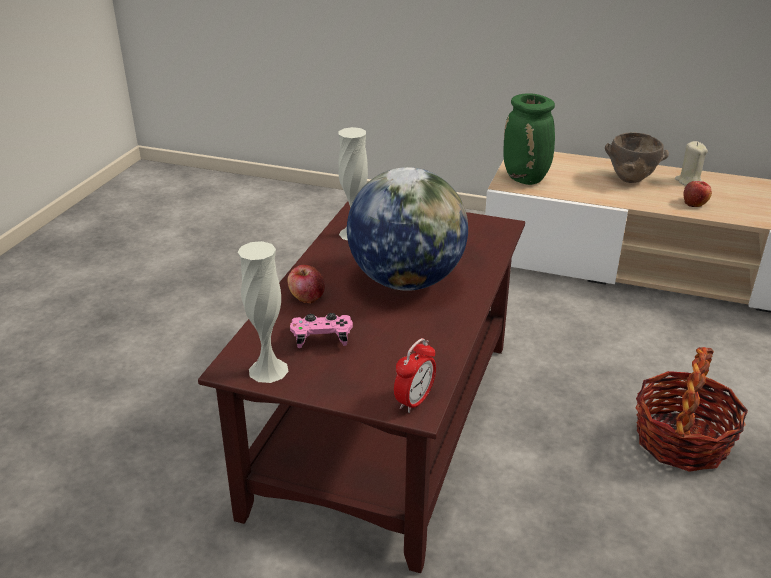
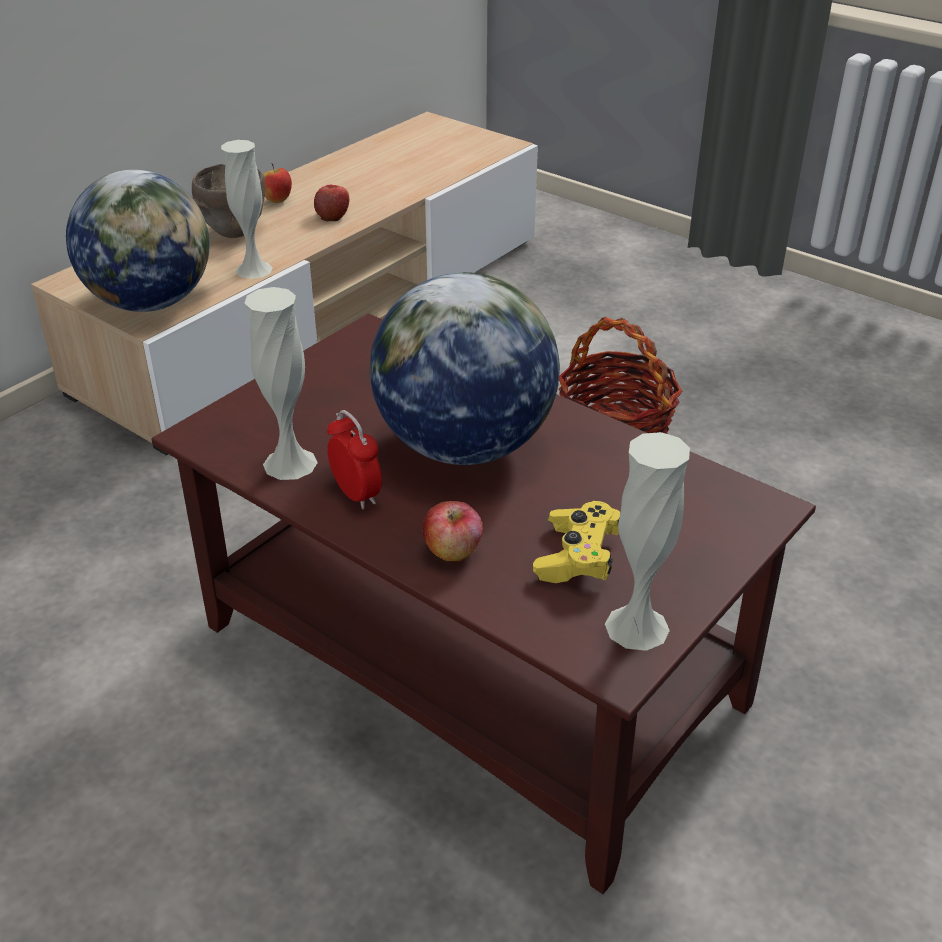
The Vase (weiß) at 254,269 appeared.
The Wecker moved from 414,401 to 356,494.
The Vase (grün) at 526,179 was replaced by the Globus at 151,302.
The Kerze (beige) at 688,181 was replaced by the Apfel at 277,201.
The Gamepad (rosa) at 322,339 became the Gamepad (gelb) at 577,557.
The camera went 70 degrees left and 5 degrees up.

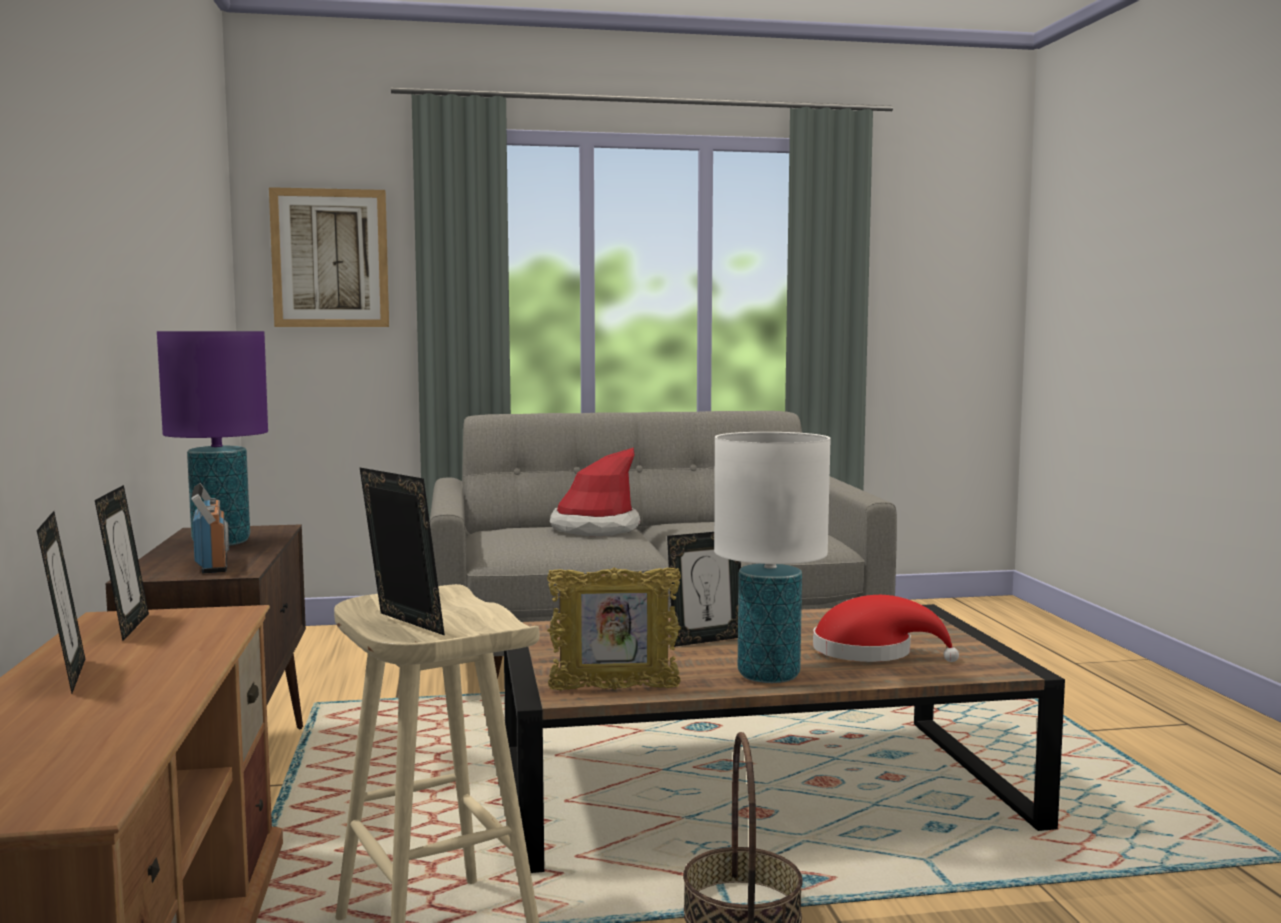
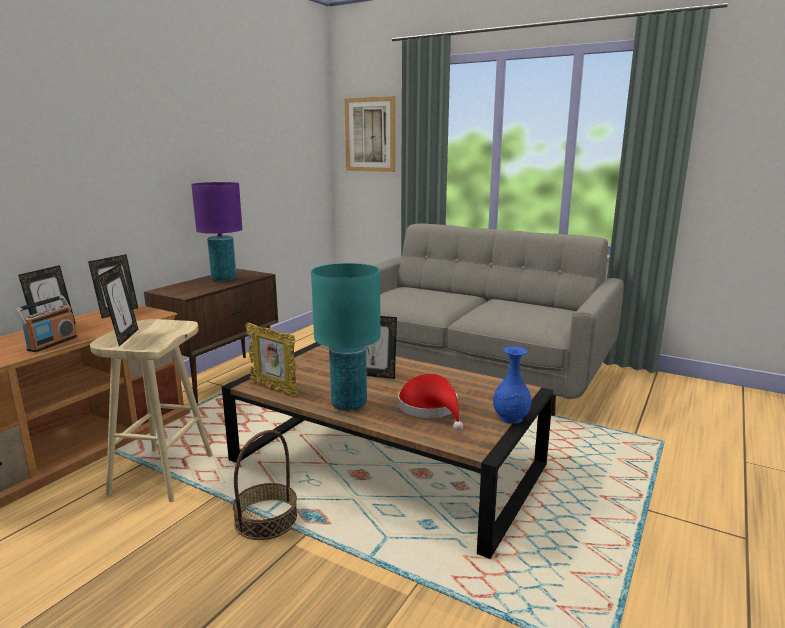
The Hut at 594,529 disappeared.
The Vase (blau) at 510,418 appeared.
The Radio moved from 213,564 to 52,343.
The Tischlampe (weiß) at 768,676 became the Tischlampe (türkis) at 348,405.
The camera went 40 degrees right and 10 degrees up.

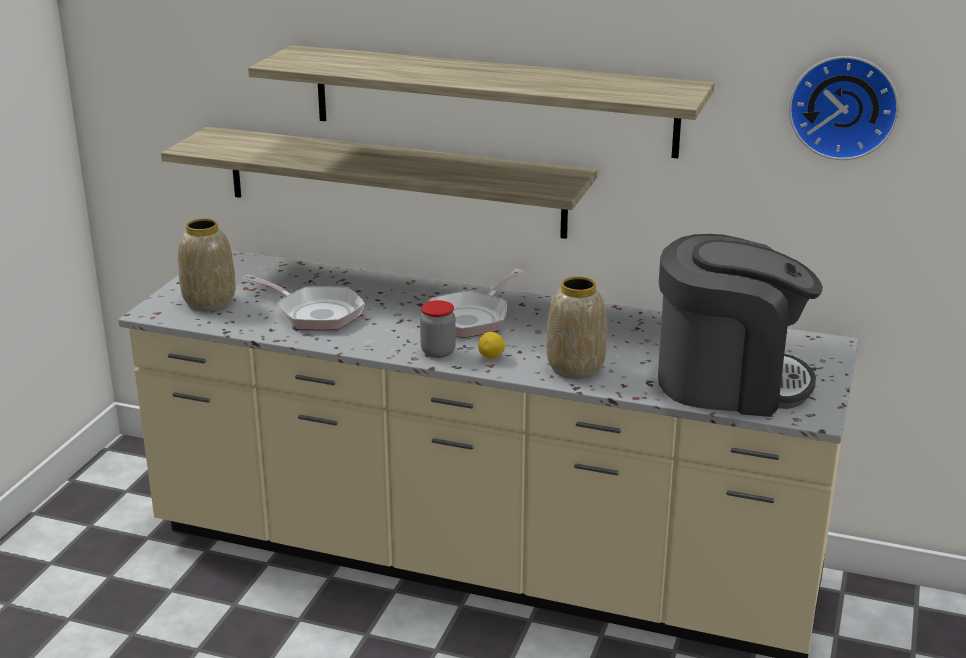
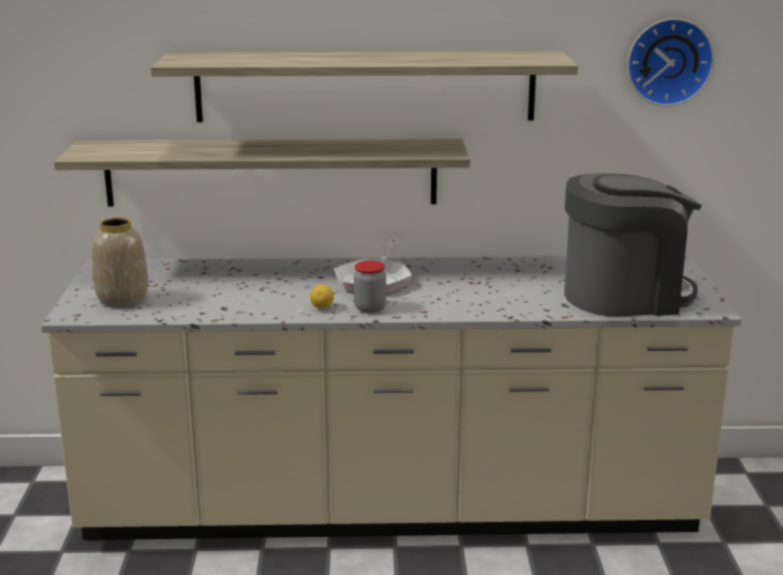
The Pfanne at 315,313 disappeared.
The Vase at 574,368 disappeared.
The Zitrone moved from 491,357 to 322,308.
The camera went 20 degrees left and 5 degrees down.

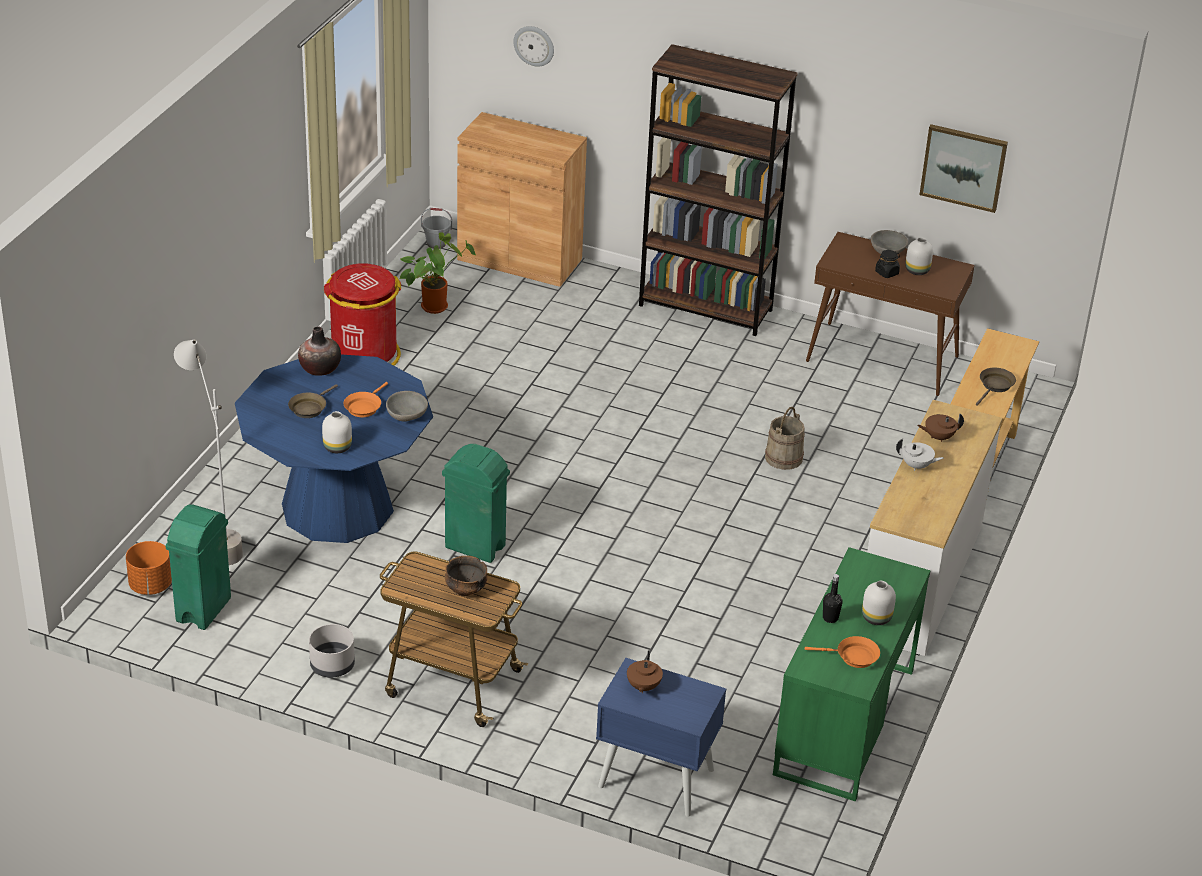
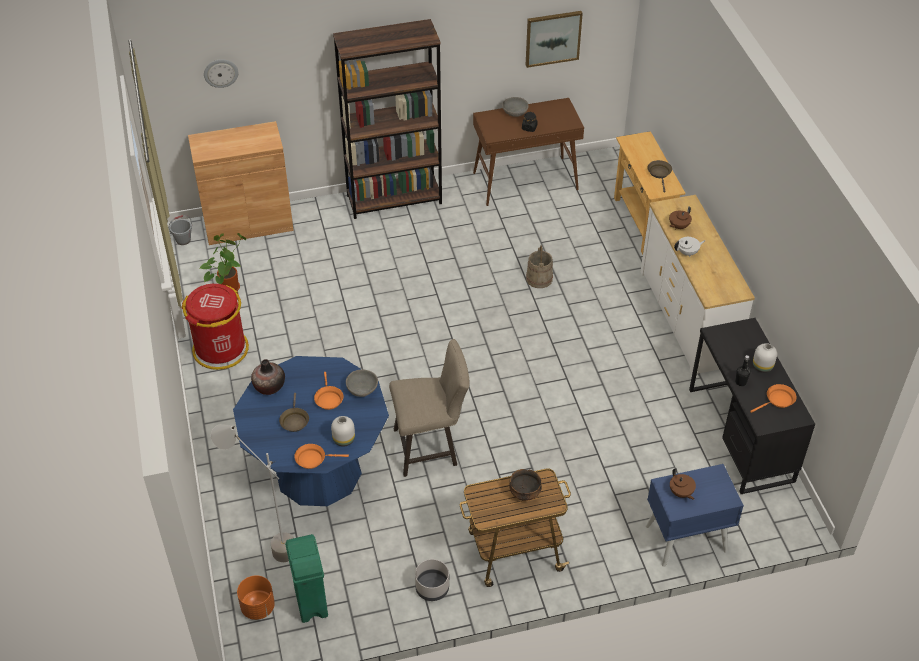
The Vase (weiß) at 917,271 disappeared.
The Pfanne (orange) at 313,459 appeared.
The Mülleimer (grün) at 475,547 was replaced by the Hocker (beige) at 431,447.
The Schreibtisch (grün) at 843,722 became the Schreibtisch (schwarz) at 740,435.
The camera went 35 degrees left and 10 degrees up.

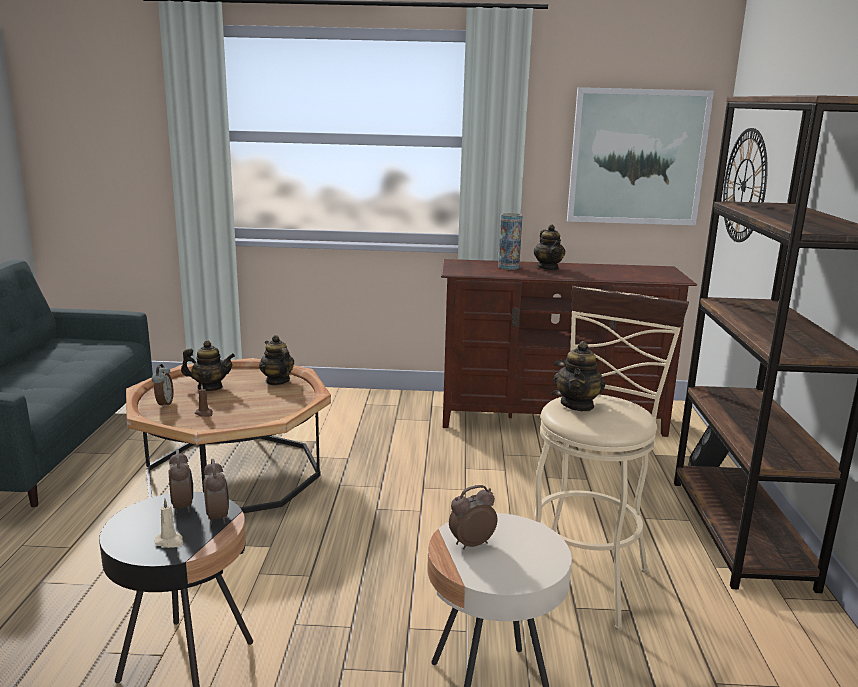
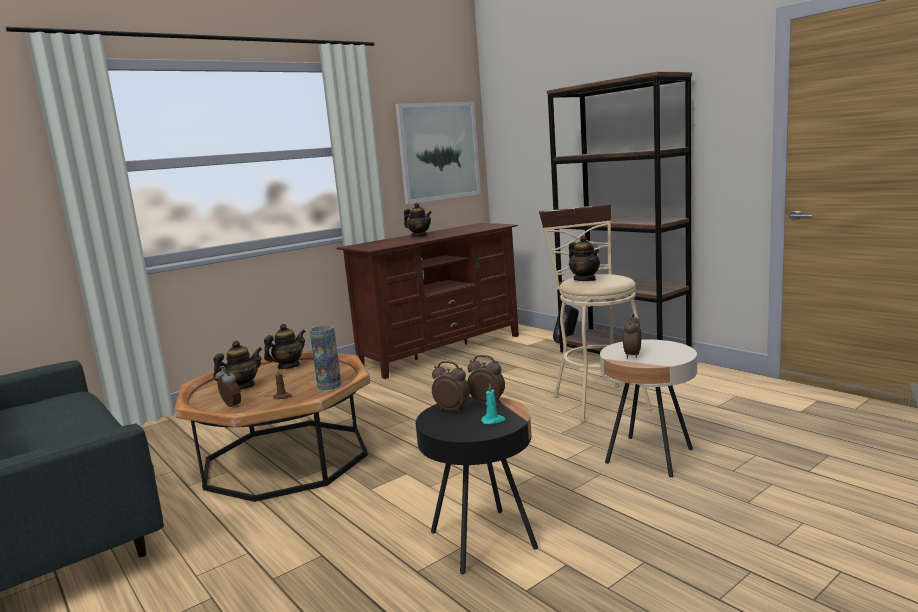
The Wanduhr at 744,186 disappeared.
The Vase moved from 508,267 to 329,385.
The Kerze (beige) at 170,542 became the Kerze (türkis) at 493,421.
The Teekanne at 277,381 turned 120 degrees clockwise.
The camera went 40 degrees left and 5 degrees down.

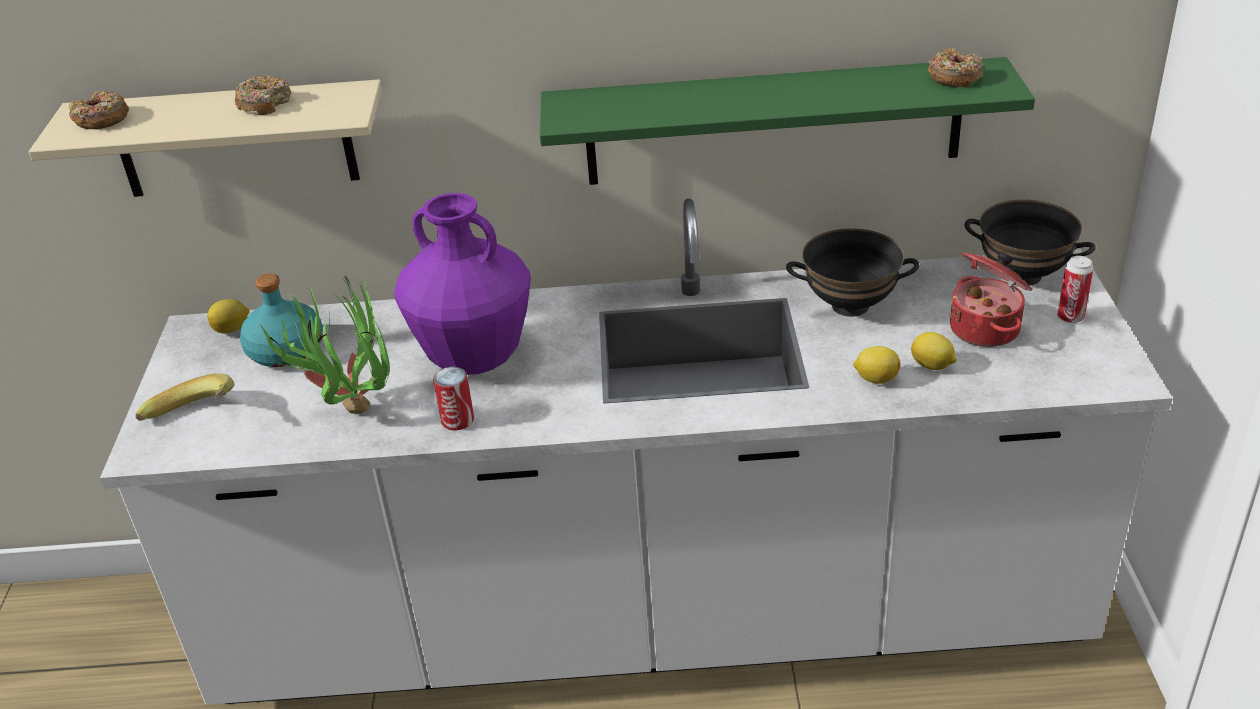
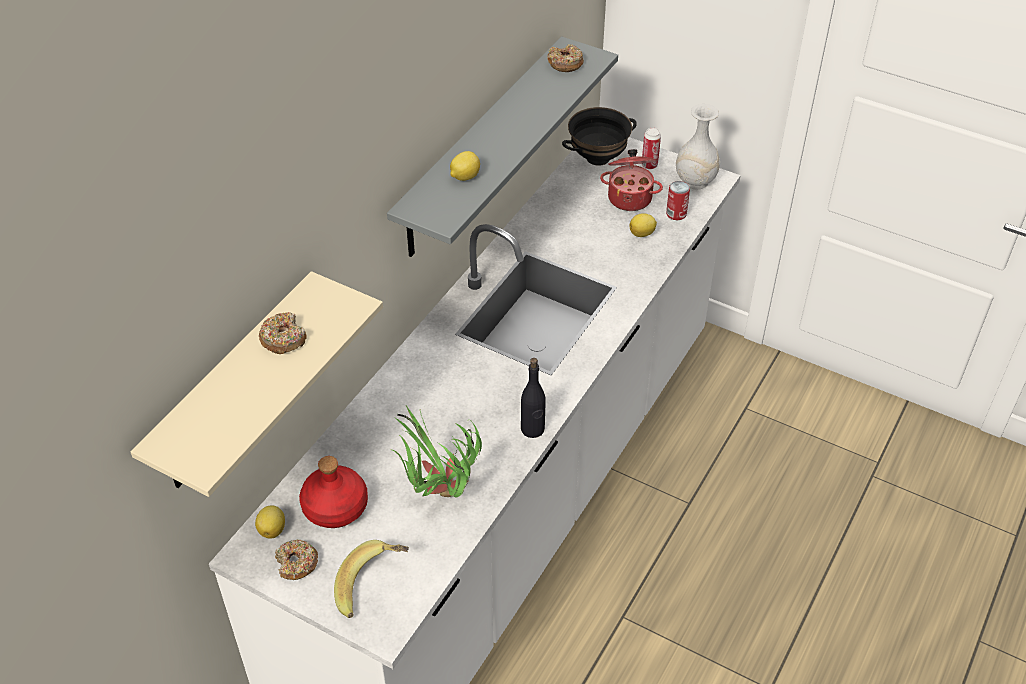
The Vase (lila) at 474,359 disappeared.
The Schüssel (schwarz) at 850,305 disappeared.
The Flasche (schwarz) at 532,429 appeared.
The Vase (weiß) at 695,181 appeared.
The Donut moved from 101,119 to 296,564.
The Dose moved from 457,420 to 676,214.
The Zitrone moved from 875,379 to 464,177.
The Flasche (türkis) at 285,351 became the Flasche (rot) at 335,508.
The Wandregal (grün) at 773,122 became the Wandregal (grau) at 481,148.
The camera went 60 degrees left and 10 degrees up.

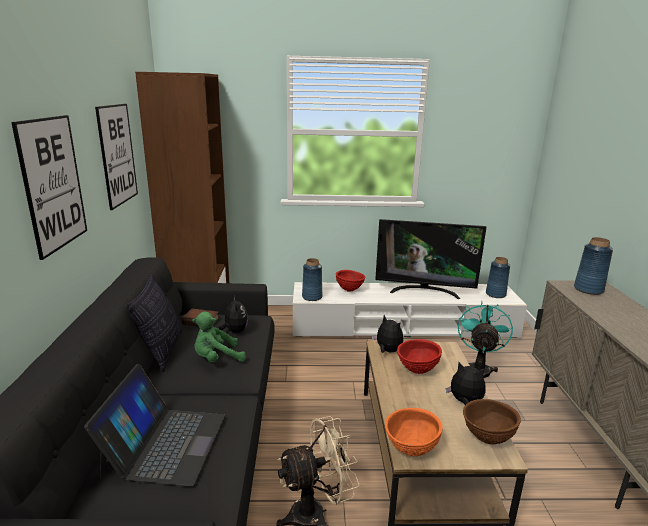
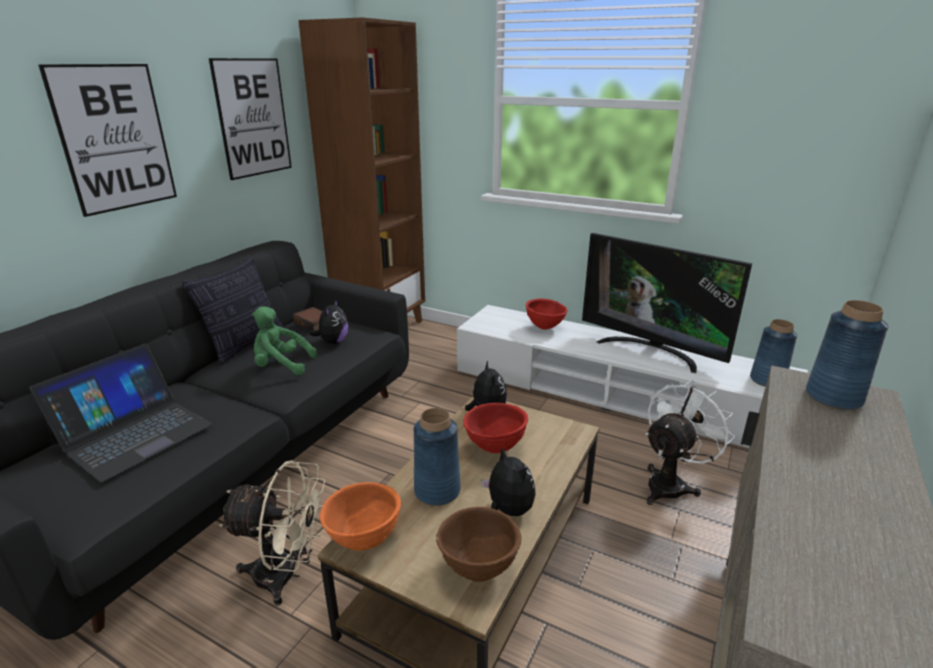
The Vase (blau) moved from 312,297 to 437,491.
The Ventilator (türkis) at 478,369 became the Ventilator (weiß) at 670,483.
The camera went 30 degrees right and 5 degrees up.

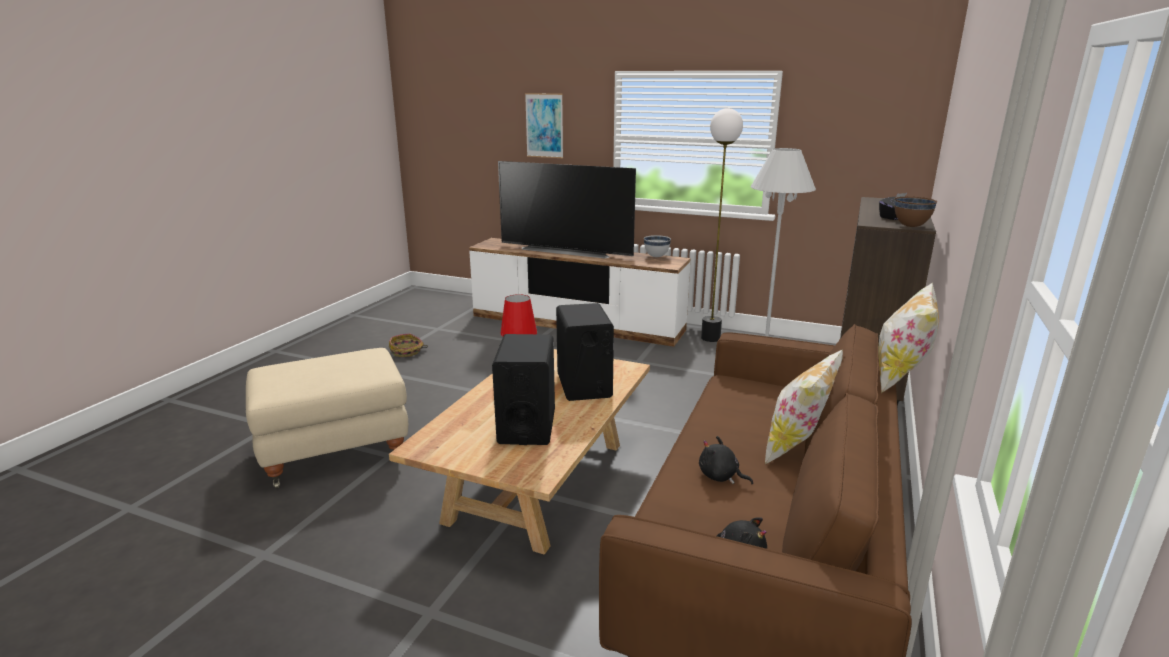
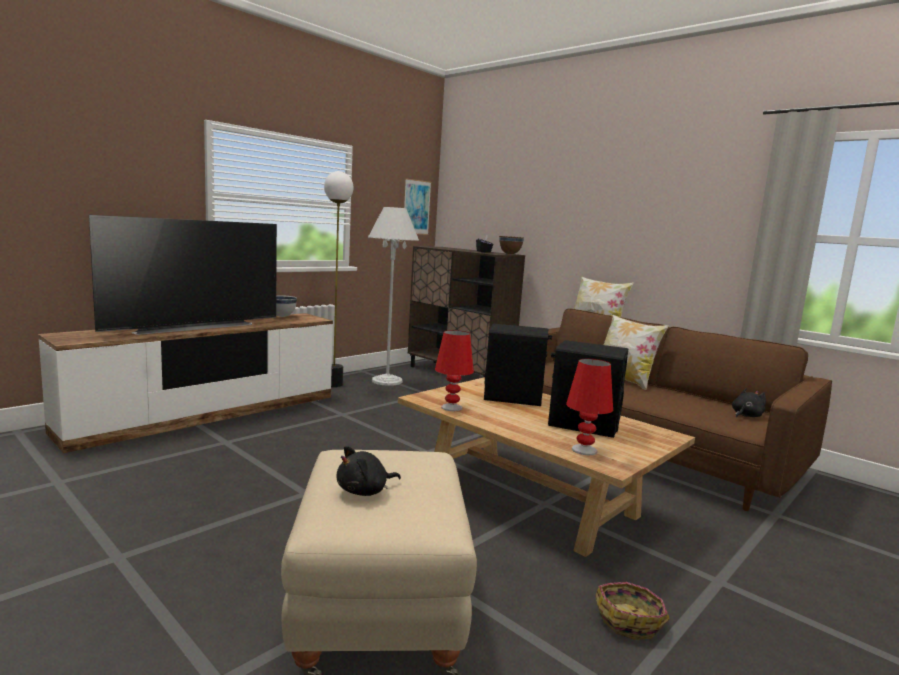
The Tischlampe (rot) at 584,450 appeared.
The Korb moved from 407,352 to 630,619.
The Bild moved from 544,125 to 416,207.
The Plüschtier (schwarz) moved from 720,476 to 365,491.
The camera went 70 degrees left and 10 degrees down.

